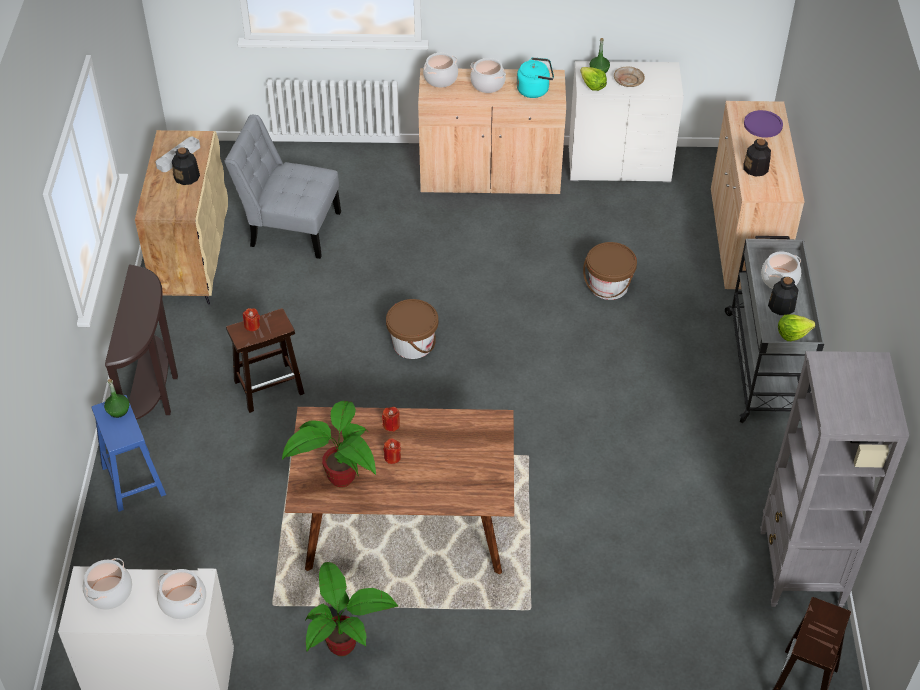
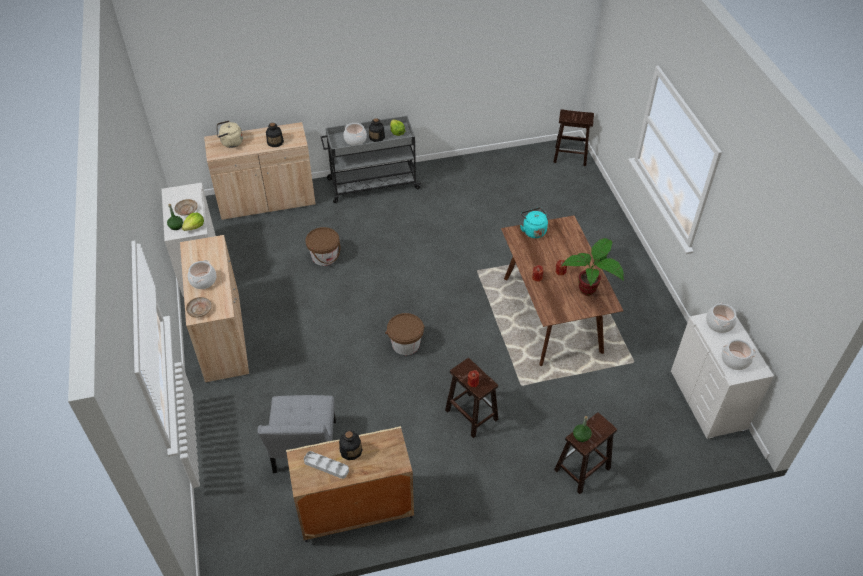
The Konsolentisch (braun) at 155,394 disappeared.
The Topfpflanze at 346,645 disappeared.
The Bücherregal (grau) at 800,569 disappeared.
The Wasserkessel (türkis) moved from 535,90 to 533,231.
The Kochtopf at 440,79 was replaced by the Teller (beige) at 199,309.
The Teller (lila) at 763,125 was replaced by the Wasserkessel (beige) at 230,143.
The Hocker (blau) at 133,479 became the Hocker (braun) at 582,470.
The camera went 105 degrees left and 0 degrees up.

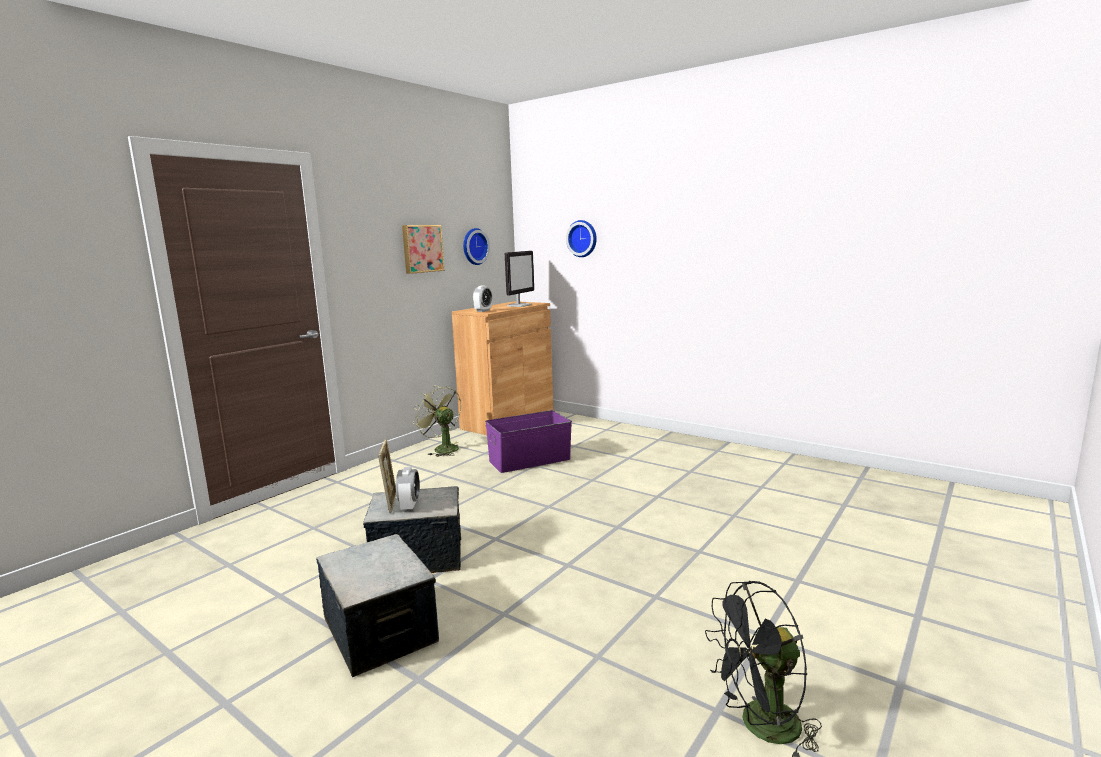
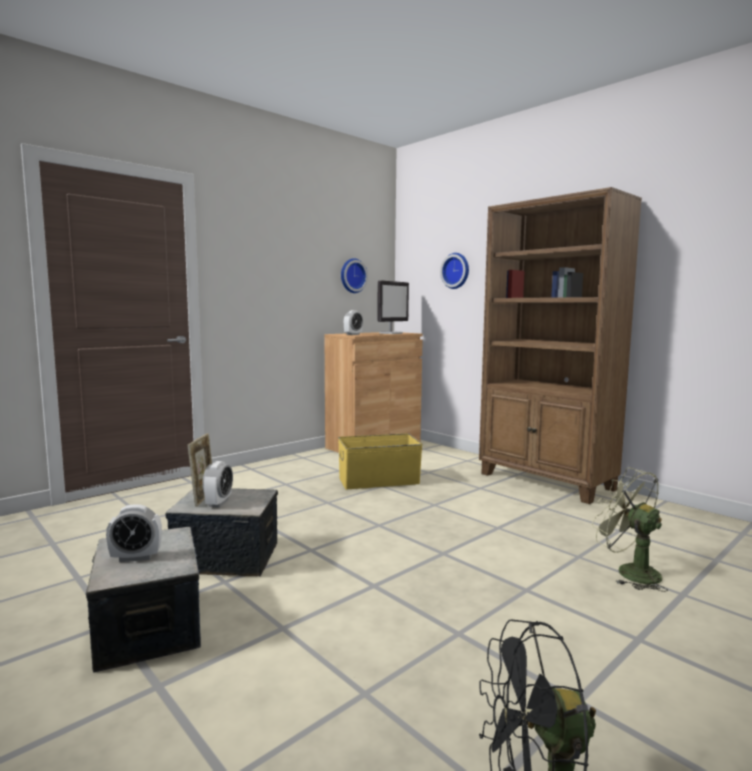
The Bild at 422,248 disappeared.
The Wecker at 136,557 appeared.
The Bücherregal (braun) at 546,482 appeared.
The Ventilator (grün) moved from 442,449 to 629,572.
The Aufbewahrungsbox (lila) at 529,460 became the Aufbewahrungsbox (gelb) at 378,480.
The camera went 10 degrees right and 5 degrees down.

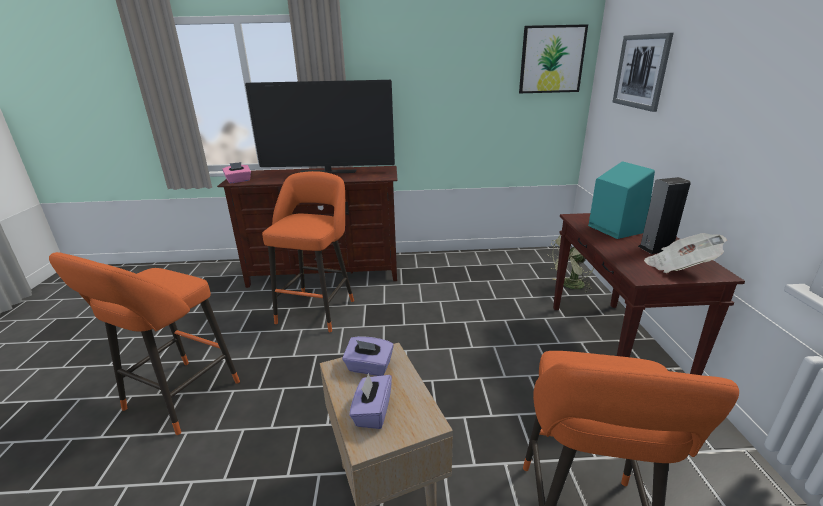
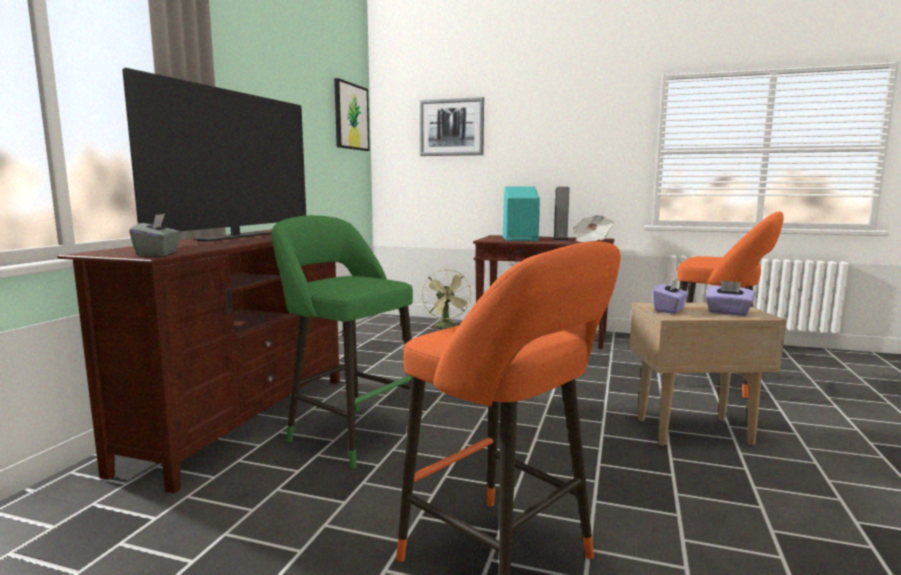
The Taschentuchbox (rosa) at 238,181 became the Taschentuchbox (grau) at 158,254.
The Hocker (orange) at 318,309 became the Hocker (grün) at 349,434.
The camera went 70 degrees left and 15 degrees down.

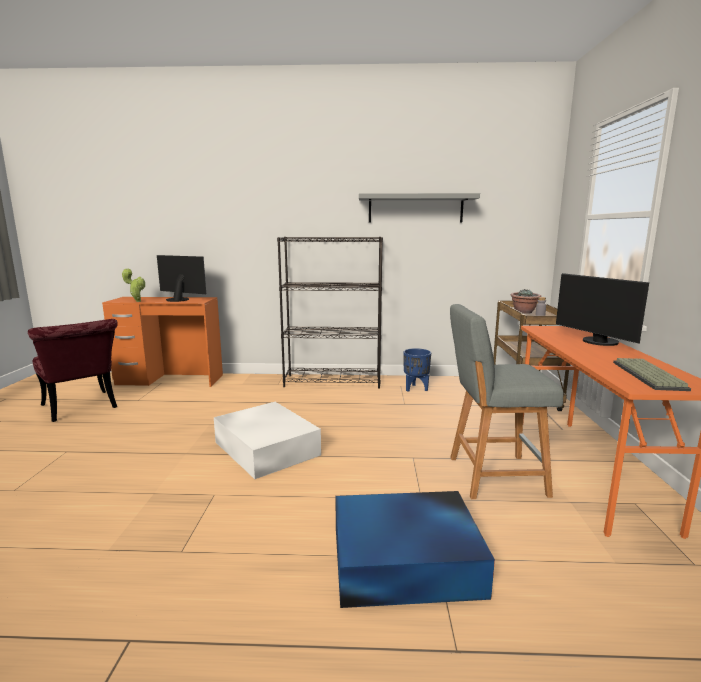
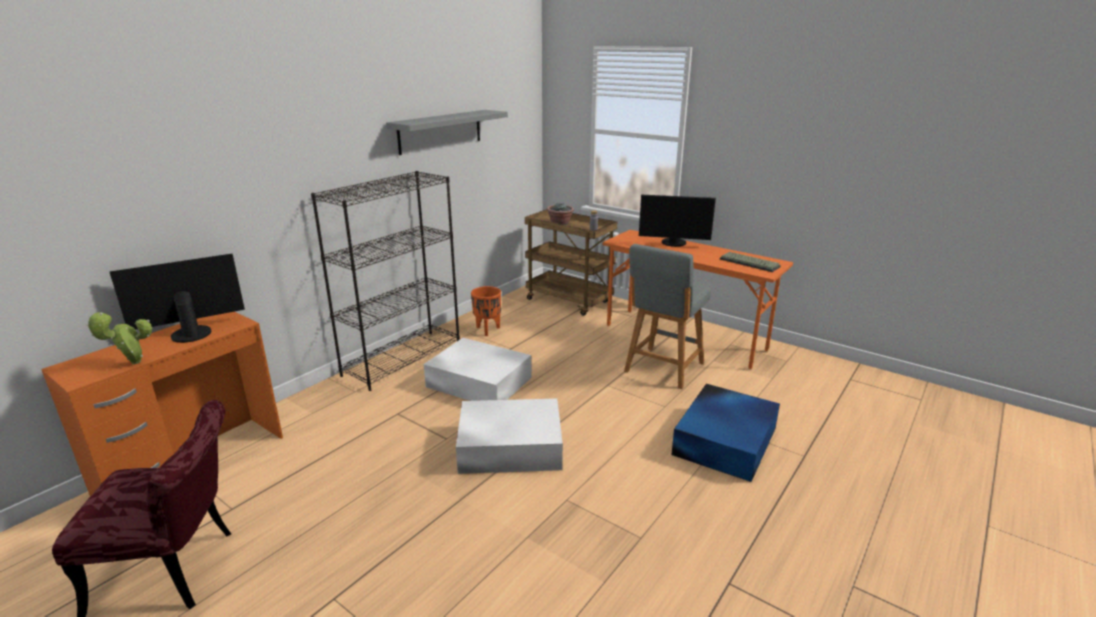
The Aufbewahrungsbox (weiß) at 478,381 appeared.
The Pflanzkübel (blau) at 416,389 became the Pflanzkübel (orange) at 488,330.
The camera went 55 degrees left and 10 degrees up.

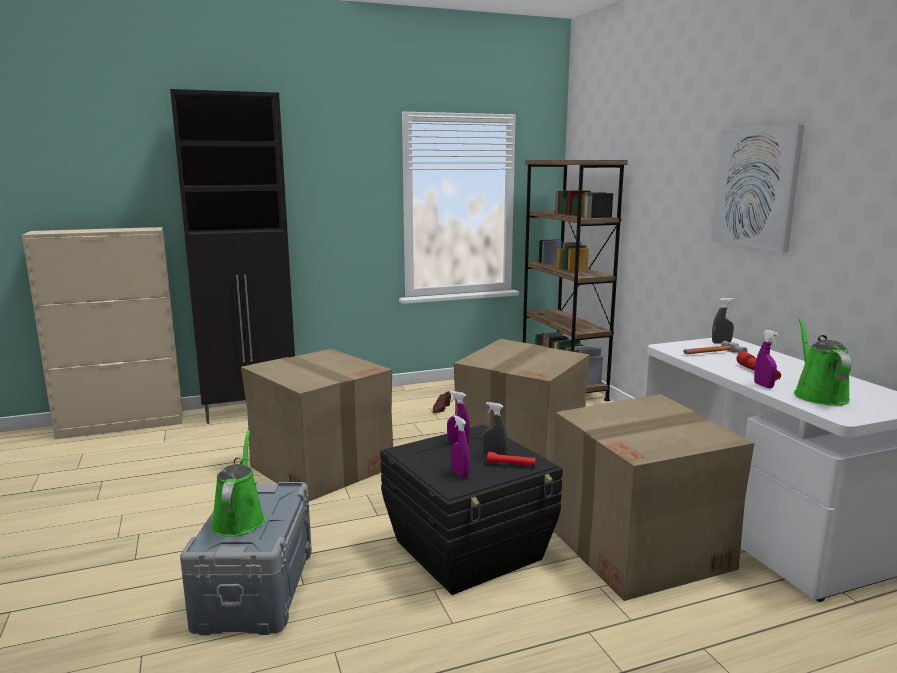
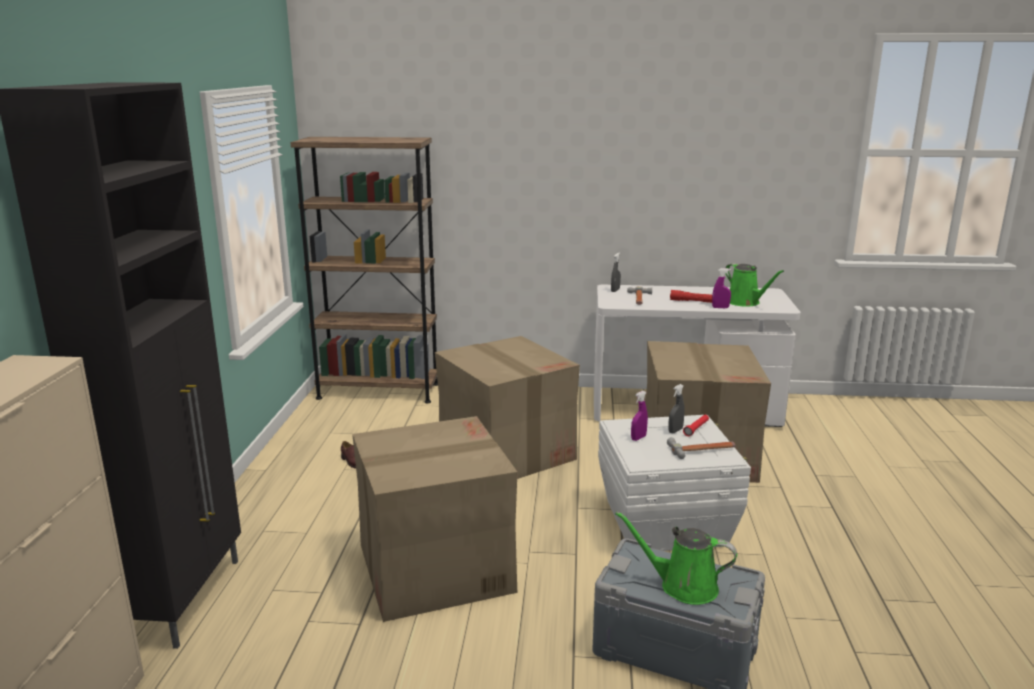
The Bild at 756,188 disappeared.
The Sprühflasche (lila) at 459,473 was replaced by the Hammer at 702,450.
The Aufbewahrungsbox (schwarz) at 469,550 became the Aufbewahrungsbox (weiß) at 665,521.
The Gießkanne (grün) at 818,395 turned 150 degrees counterclockwise.
The camera went 65 degrees left and 5 degrees up.

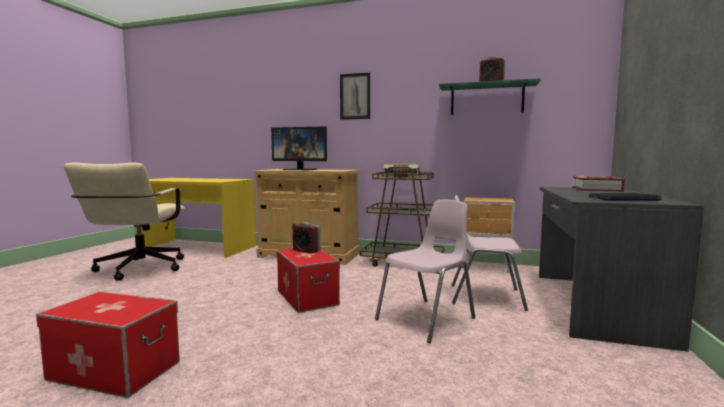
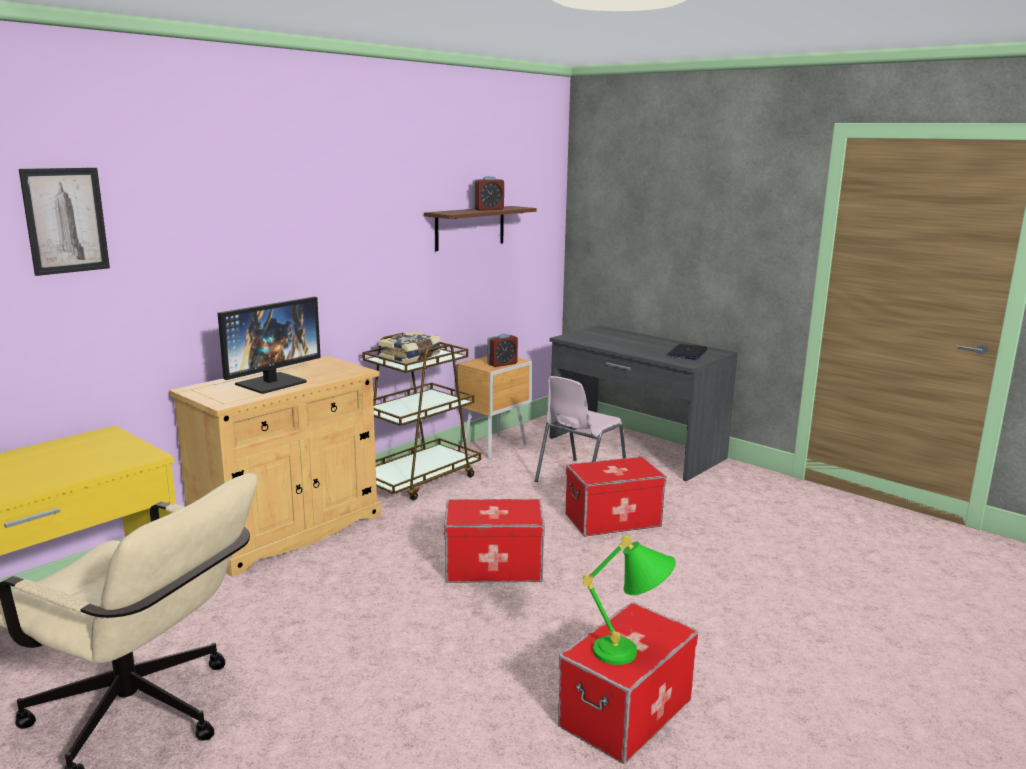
The Buch at 597,189 disappeared.
The Tischlampe (grün) at 631,654 appeared.
The Wecker moved from 306,250 to 502,364.
The Bild moved from 355,96 to 65,220.
The Stuhl (rosa) at 427,319 was replaced by the Aufbewahrungsbox at 612,520.
The Wandregal (grün) at 486,99 became the Wandregal (braun) at 470,228.
The camera went 65 degrees left and 10 degrees up.

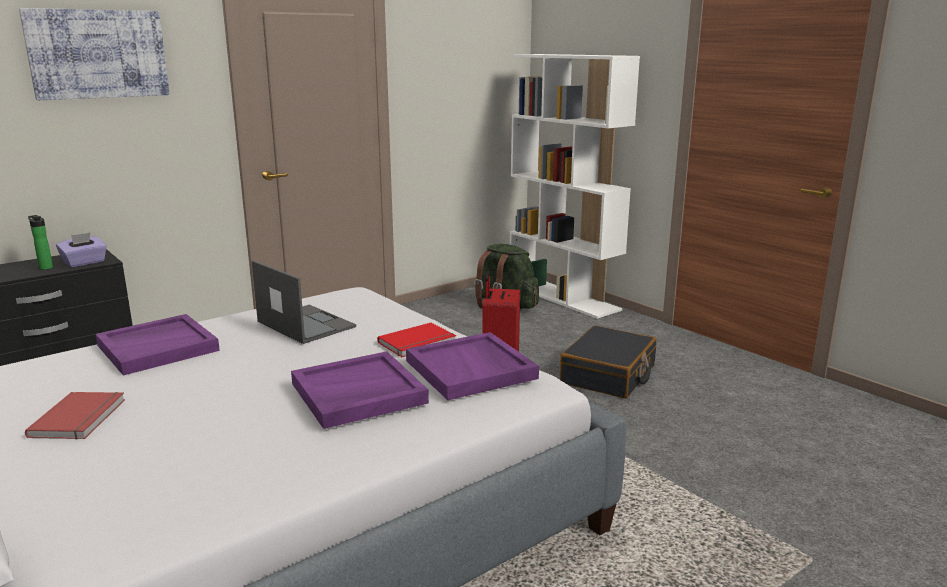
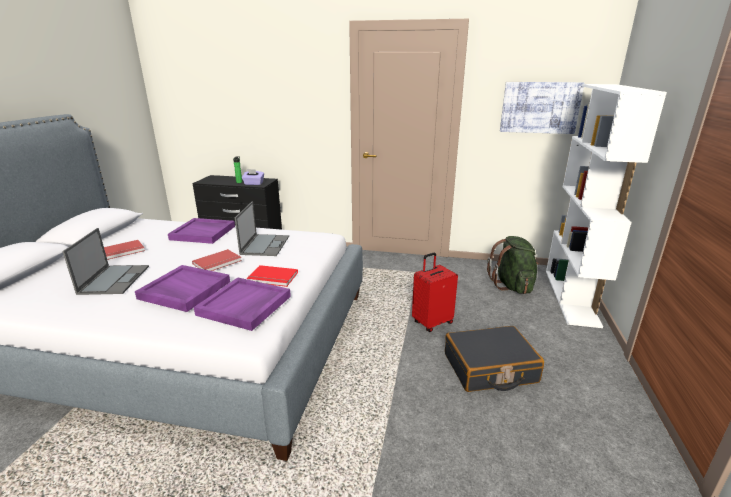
The Laptop at 114,279 appeared.
The Buch (rot) at 218,263 appeared.
The Bild moved from 98,54 to 540,107.
The camera went 50 degrees right and 5 degrees up.

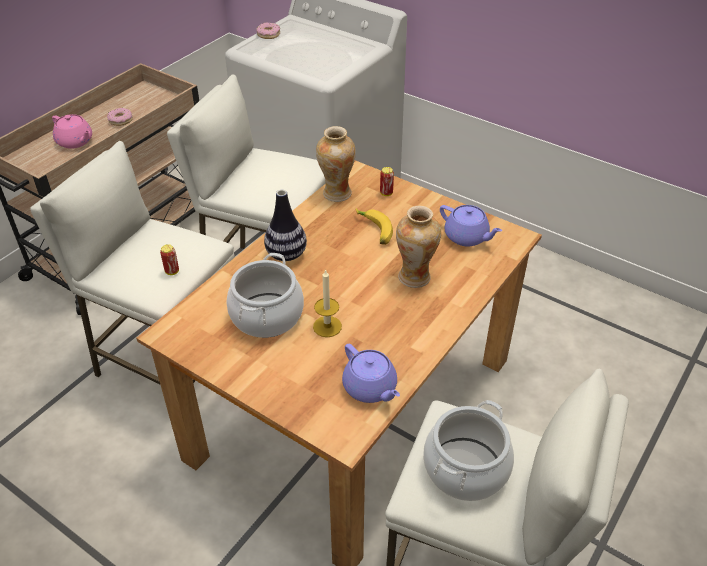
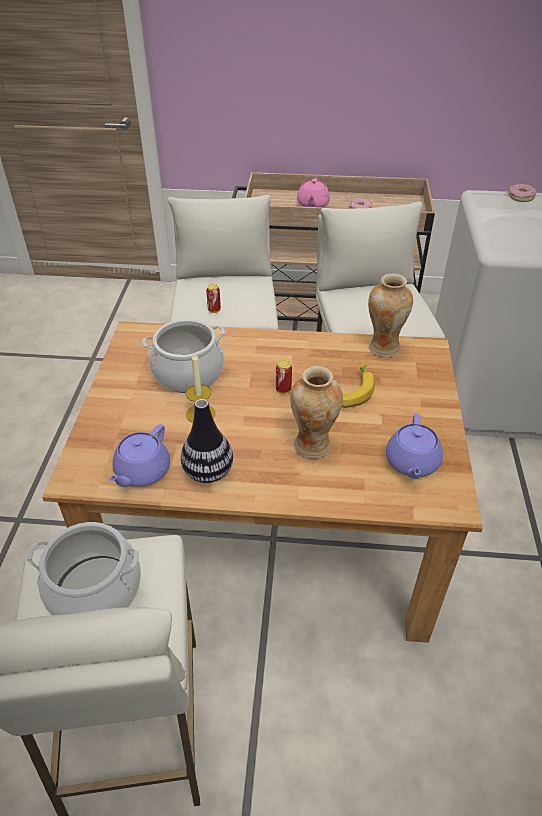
The Vase moved from 286,255 to 208,472.
The Dose moved from 386,193 to 283,390.
The camera went 60 degrees right and 0 degrees up.

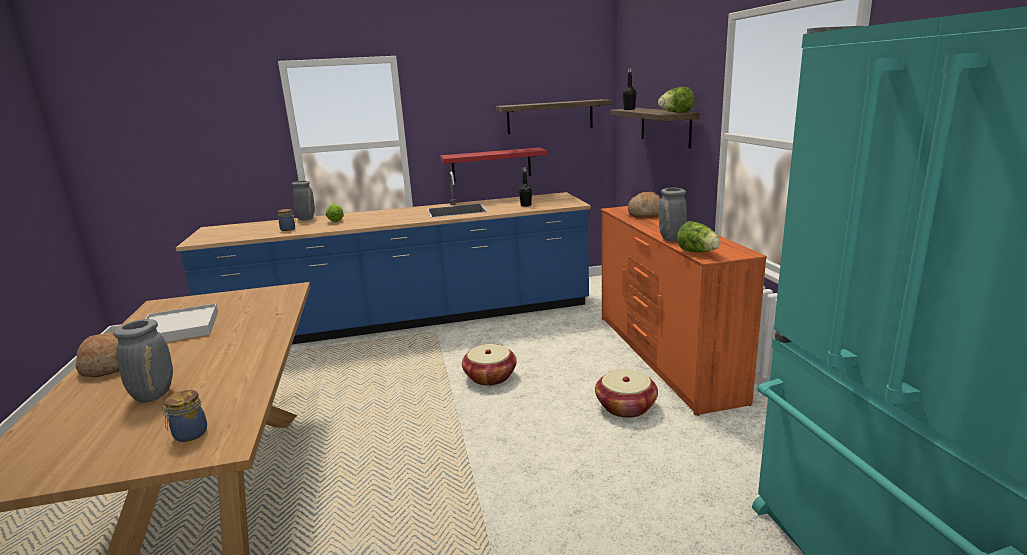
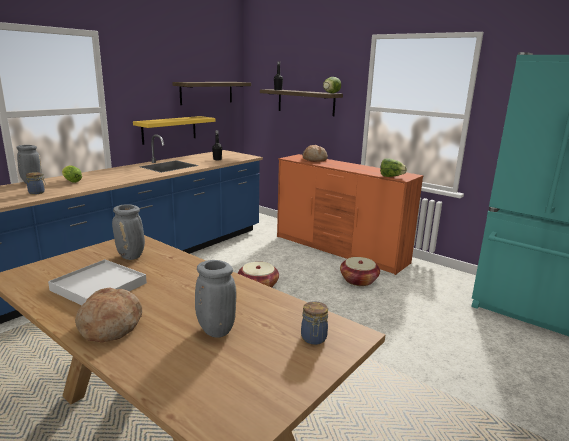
The Vase (grau) moved from 672,239 to 131,257.
The Wandregal (rot) at 491,165 became the Wandregal (gelb) at 169,129.
The camera went 40 degrees left and 0 degrees up.

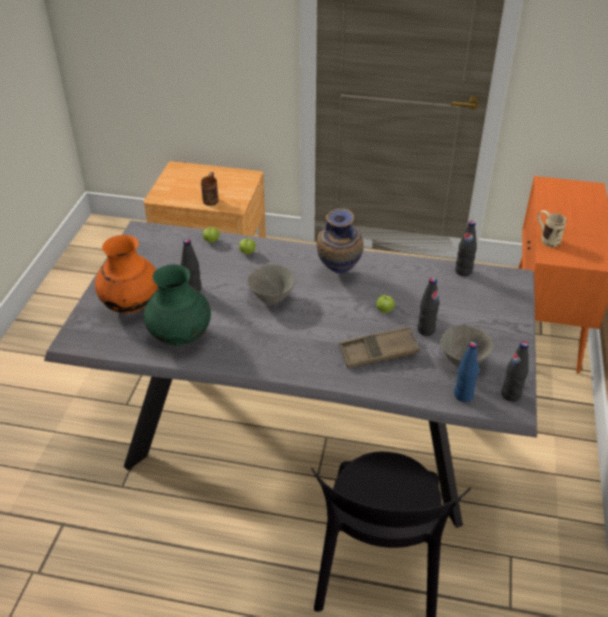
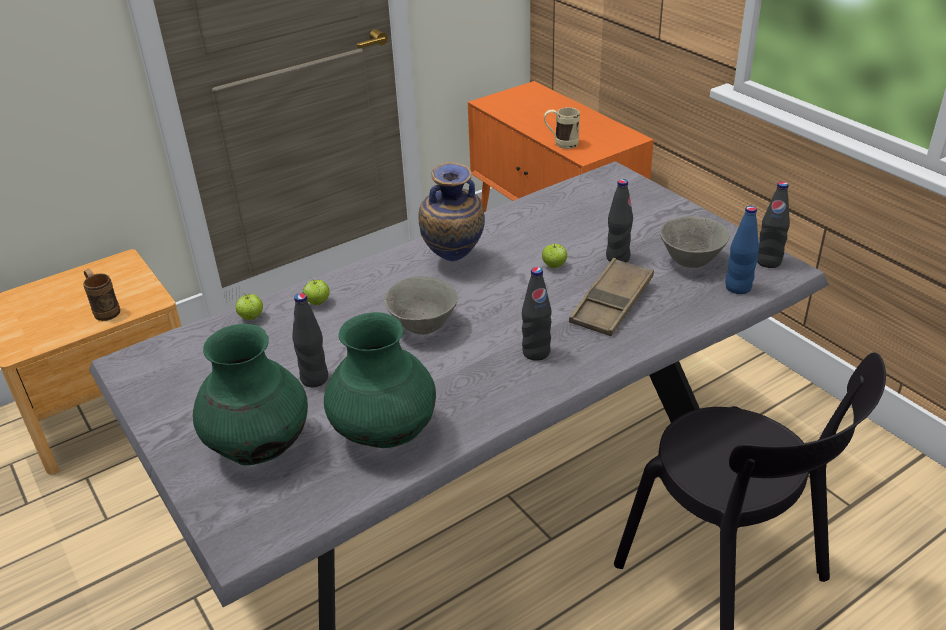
The Flasche (schwarz) moved from 463,271 to 536,352.
The Vase (orange) at 131,305 became the Vase (grün) at 259,447.
The camera went 45 degrees left and 5 degrees down.

